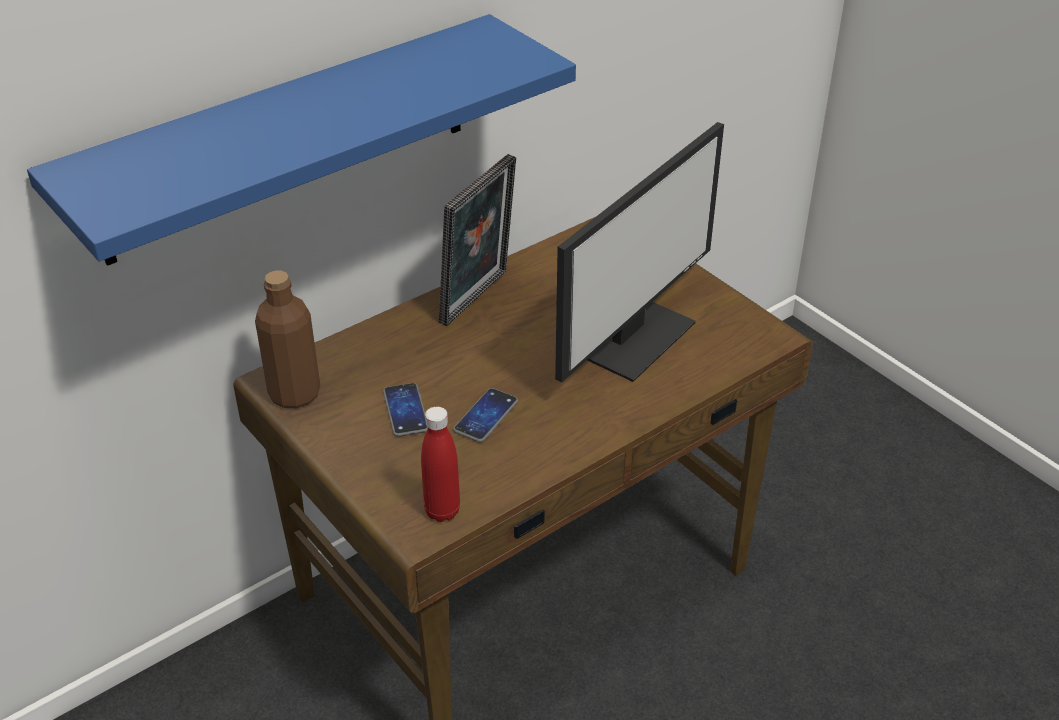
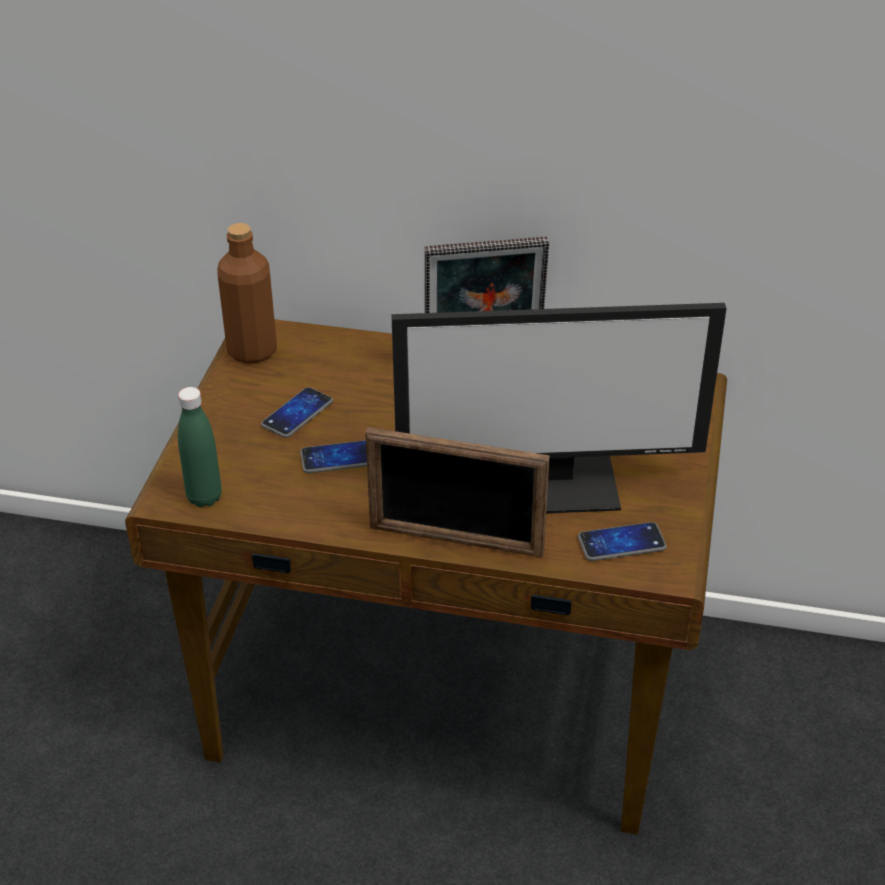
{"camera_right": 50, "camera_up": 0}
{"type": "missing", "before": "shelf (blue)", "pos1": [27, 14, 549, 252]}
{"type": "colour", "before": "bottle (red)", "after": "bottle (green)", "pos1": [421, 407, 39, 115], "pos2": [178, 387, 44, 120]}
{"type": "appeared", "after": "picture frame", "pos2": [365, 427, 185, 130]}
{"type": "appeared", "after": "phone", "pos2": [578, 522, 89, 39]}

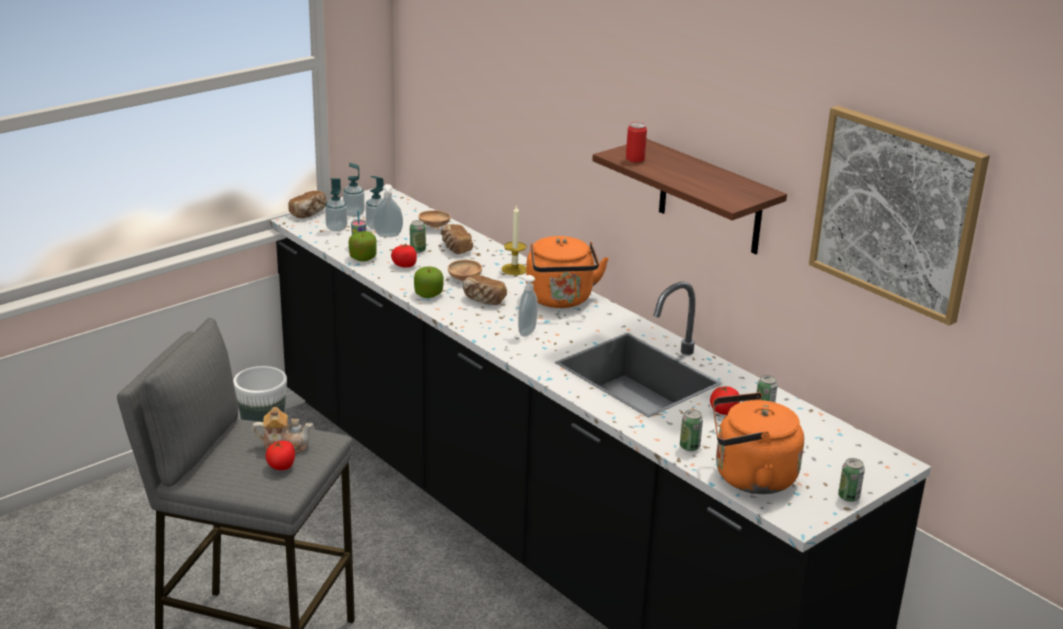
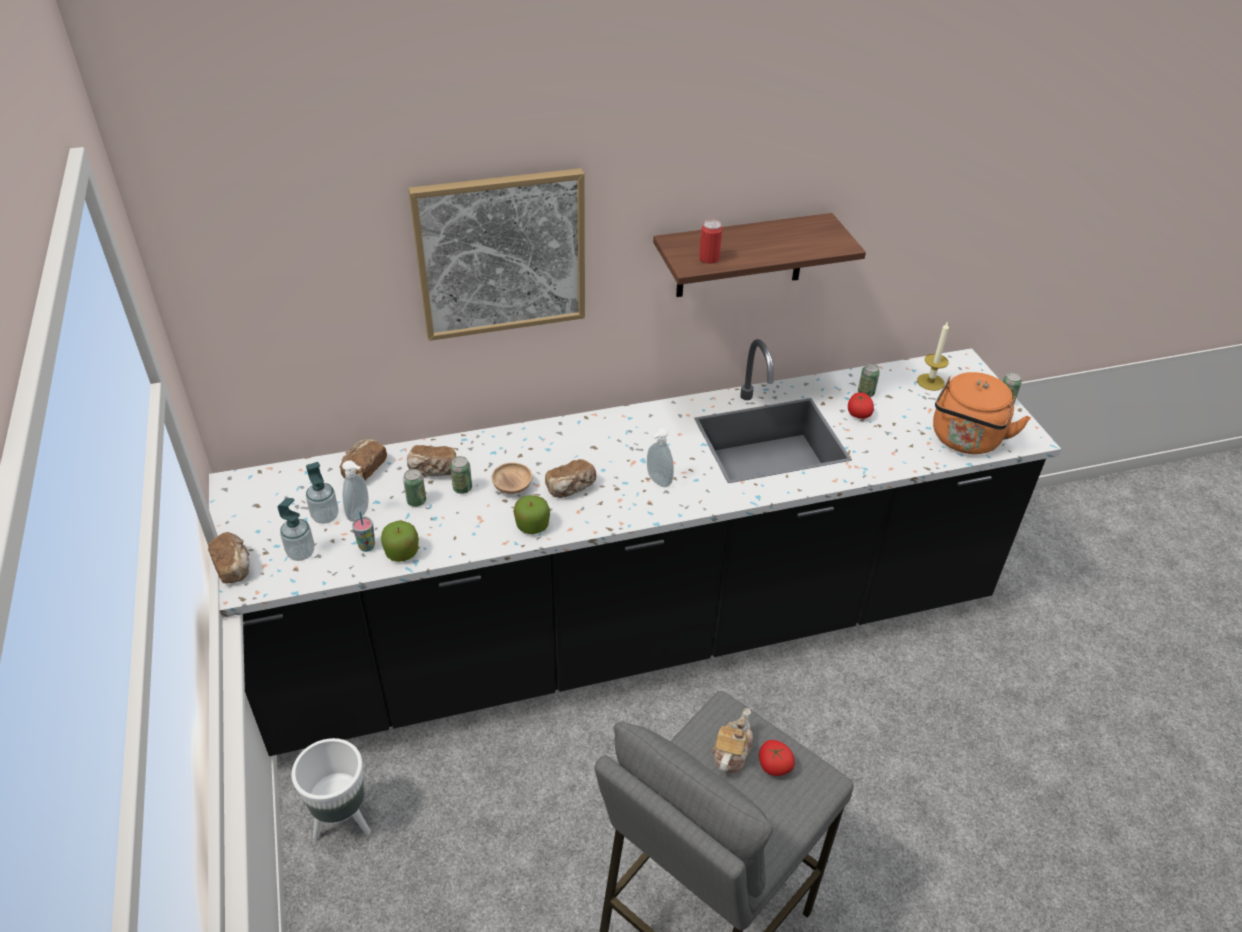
{"camera_right": -65, "camera_up": 15}
{"type": "missing", "before": "soap dispenser", "pos1": [343, 163, 22, 54]}
{"type": "missing", "before": "tomato", "pos1": [391, 244, 26, 24]}
{"type": "exchanged", "before": "bowl (brown)", "after": "bread", "pos1": [418, 210, 33, 18], "pos2": [340, 439, 47, 41]}
{"type": "relocated", "before": "candle", "pos1": [502, 204, 25, 71], "pos2": [917, 321, 32, 70]}
{"type": "missing", "before": "kettle (orange)", "pos1": [526, 236, 83, 72]}
{"type": "relocated", "before": "can", "pos1": [680, 410, 23, 41], "pos2": [450, 456, 22, 38]}
{"type": "relocated", "before": "picture", "pos1": [809, 106, 181, 220], "pos2": [408, 168, 177, 173]}

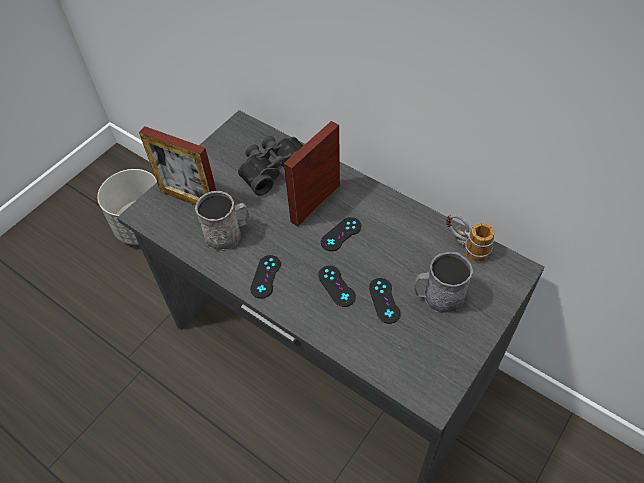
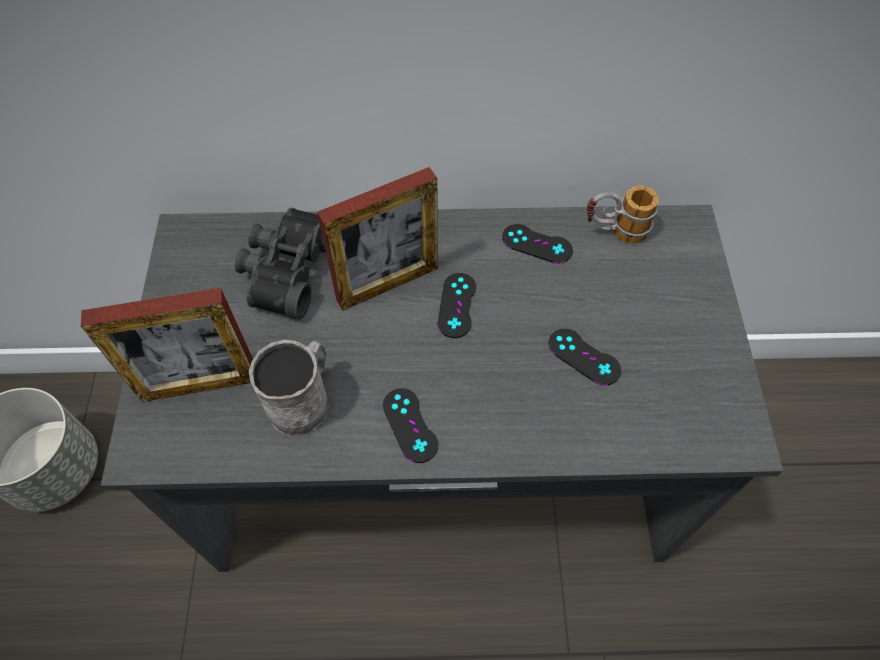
{"camera_right": -40, "camera_up": 5}
{"type": "spun", "before": "picture frame", "pos1": [284, 121, 56, 106], "pos2": [317, 167, 121, 144], "turn": -120}
{"type": "relocated", "before": "game controller (black)", "pos1": [318, 265, 38, 42], "pos2": [502, 224, 71, 39]}
{"type": "missing", "before": "mug (grey)", "pos1": [414, 252, 59, 61]}

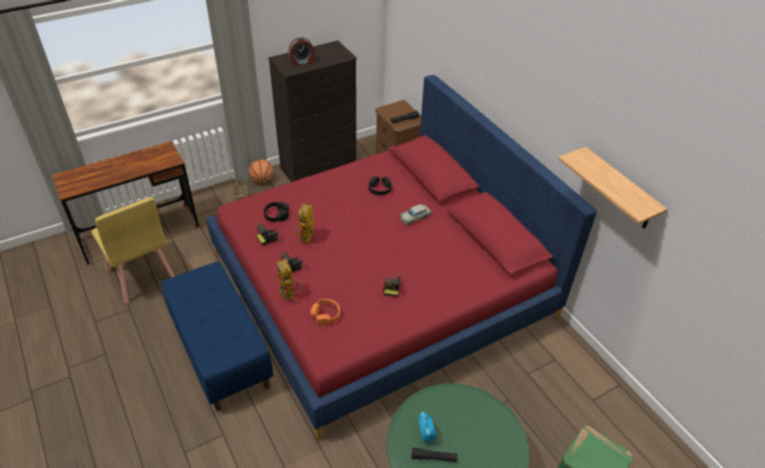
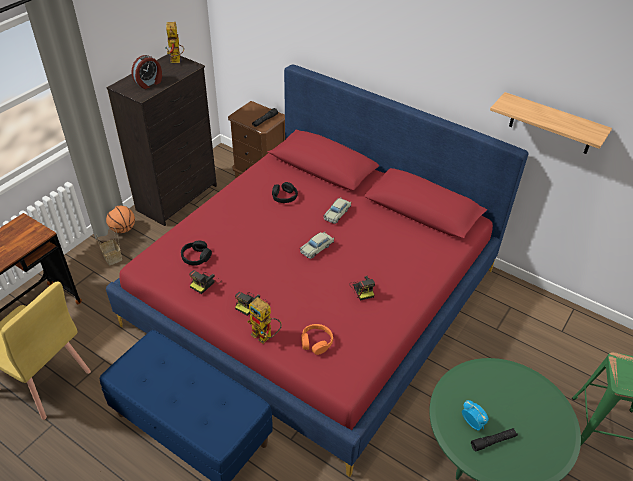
{"camera_right": -25, "camera_up": 0}
{"type": "relocated", "before": "toy robot", "pos1": [295, 203, 19, 39], "pos2": [165, 22, 19, 41]}
{"type": "appeared", "after": "toy car (beige)", "pos2": [300, 232, 34, 27]}

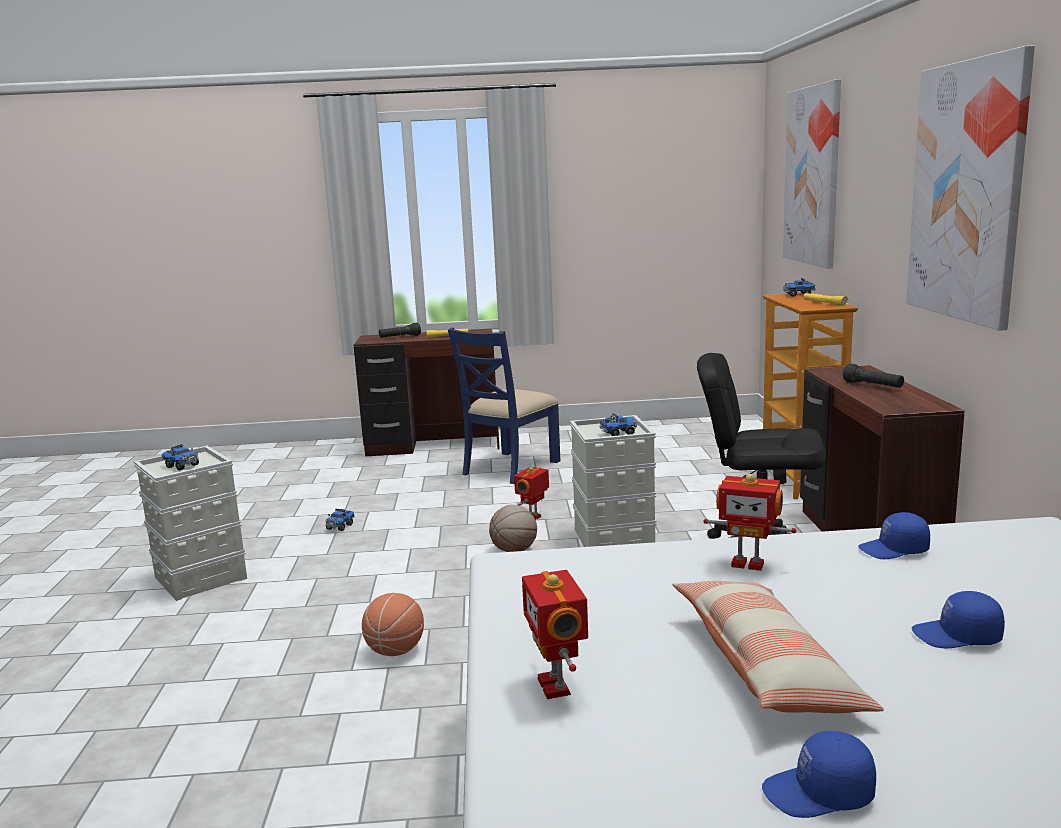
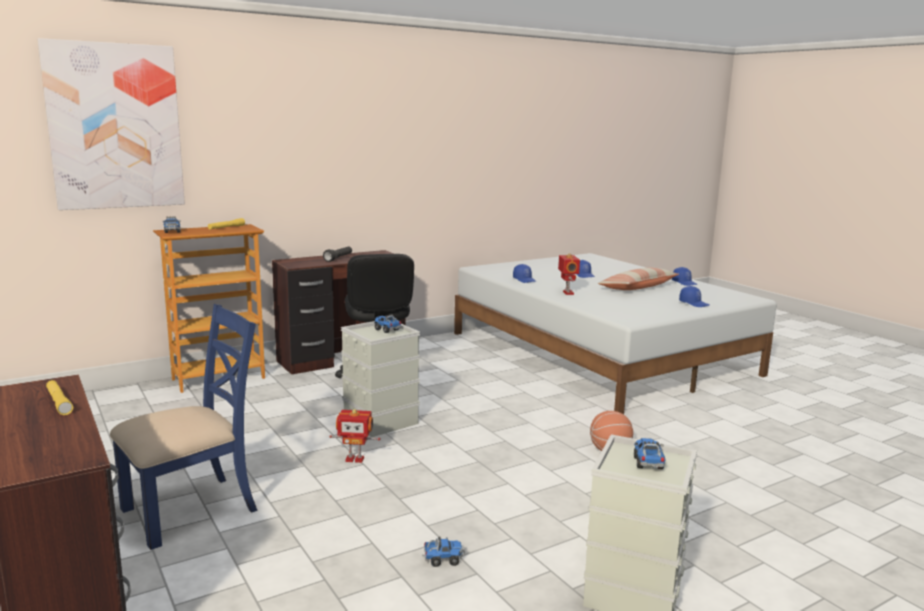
{"camera_right": -120, "camera_up": 0}
{"type": "missing", "before": "flashlight (black)", "pos1": [379, 323, 42, 15]}
{"type": "spun", "before": "chair (blue)", "pos1": [448, 328, 112, 156], "pos2": [110, 304, 148, 246], "turn": -45}
{"type": "missing", "before": "basketball", "pos1": [489, 505, 48, 47]}
{"type": "exchanged", "before": "toy robot", "after": "cap (blue)", "pos1": [522, 570, 66, 129], "pos2": [679, 286, 30, 21]}
{"type": "missing", "before": "picture", "pos1": [906, 45, 129, 286]}

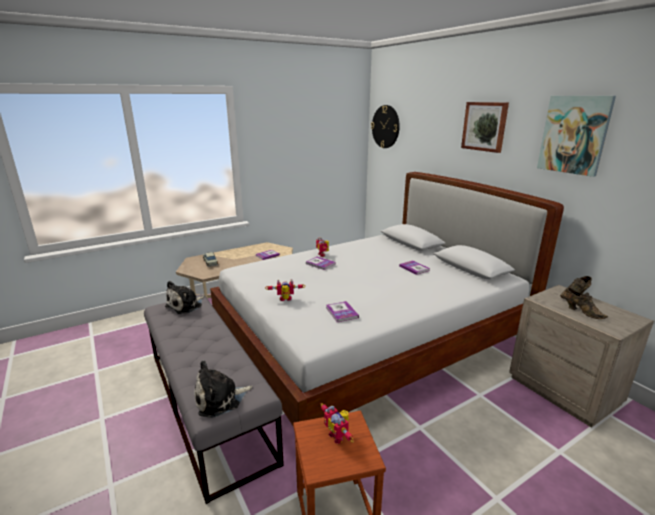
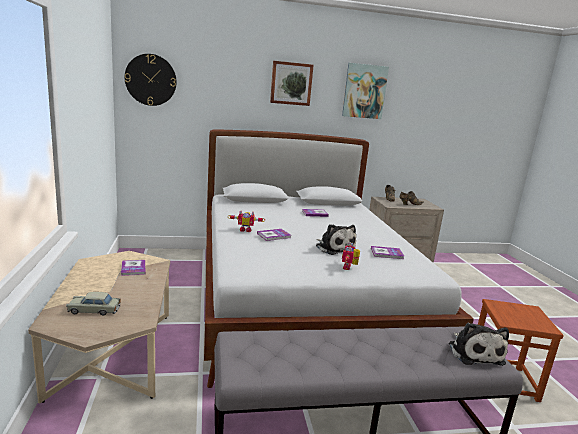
{"camera_right": -70, "camera_up": -5}
{"type": "relocated", "before": "plush toy", "pos1": [165, 281, 40, 33], "pos2": [316, 224, 40, 31]}
{"type": "missing", "before": "toy robot", "pos1": [320, 403, 34, 41]}

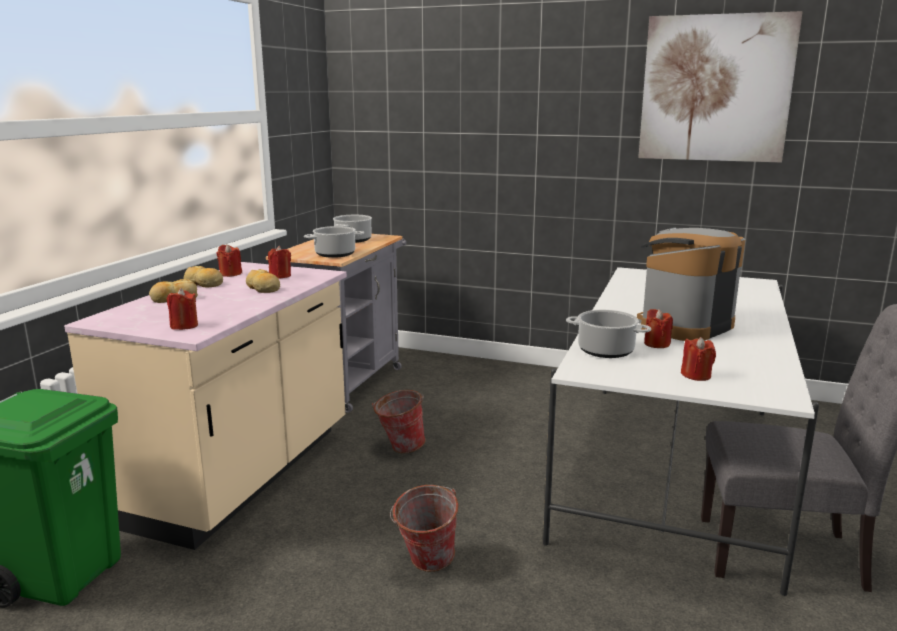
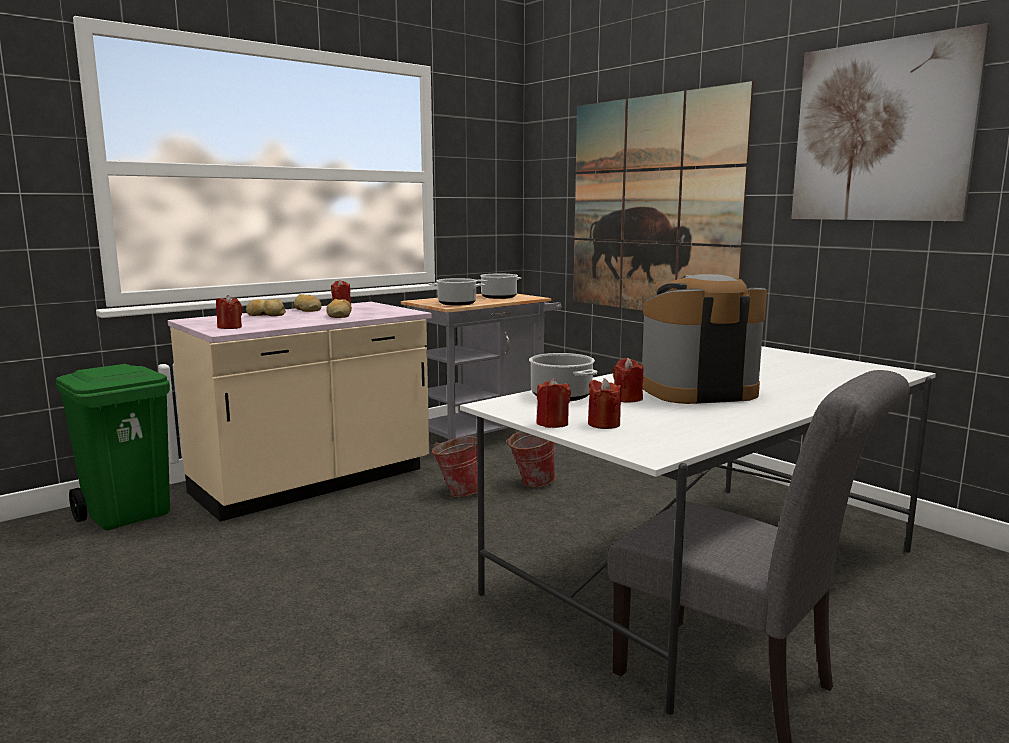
{"camera_right": 30, "camera_up": -5}
{"type": "relocated", "before": "candle (red)", "pos1": [268, 246, 23, 33], "pos2": [536, 378, 35, 50]}
{"type": "relocated", "before": "bucket", "pos1": [390, 485, 69, 87], "pos2": [506, 431, 50, 57]}
{"type": "appeared", "after": "picture", "pos2": [573, 81, 181, 230]}

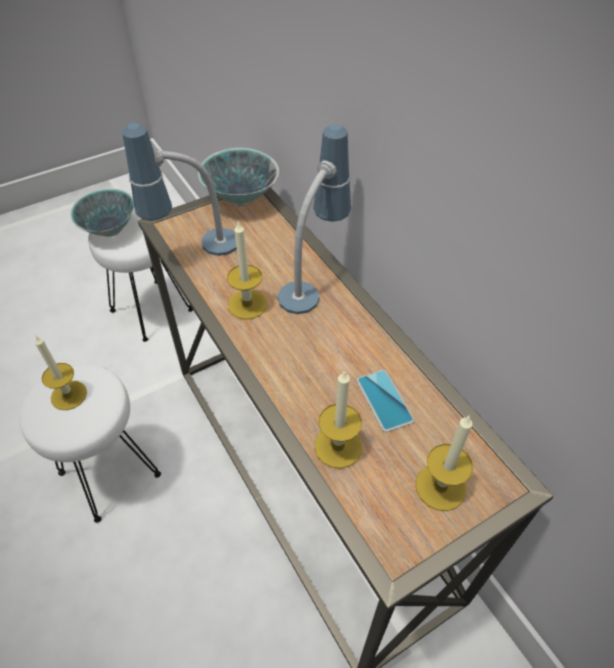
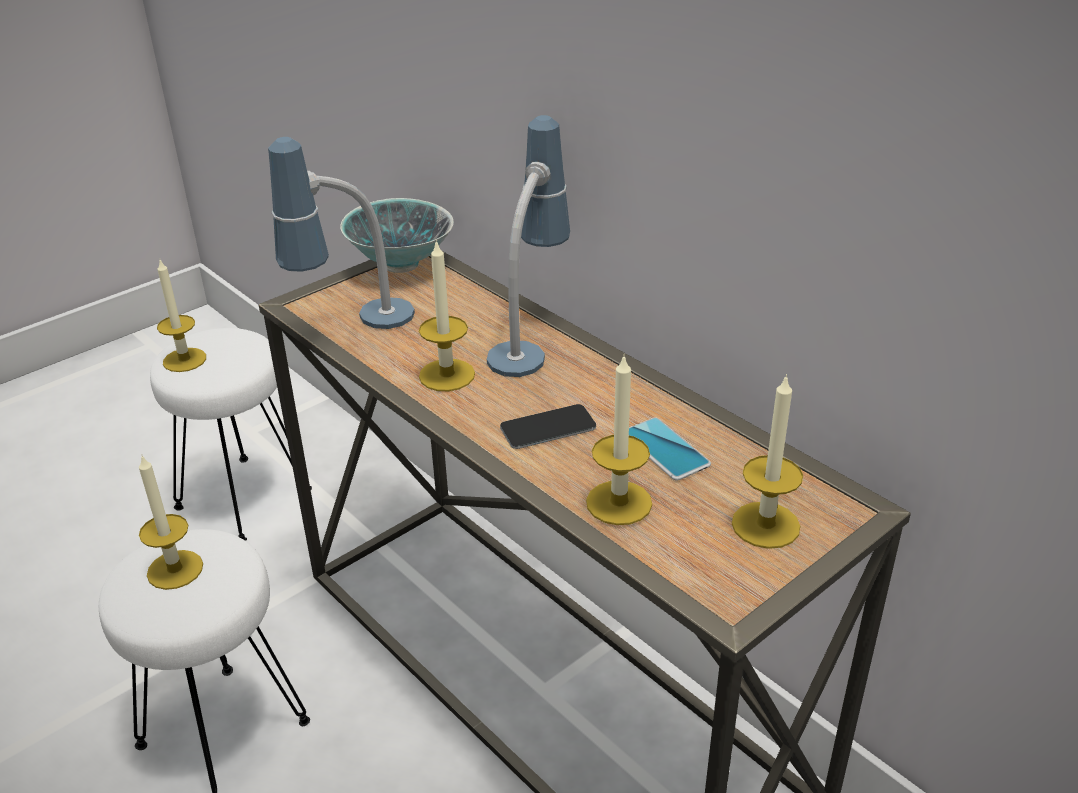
{"camera_right": -10, "camera_up": -15}
{"type": "exchanged", "before": "bowl", "after": "candle", "pos1": [70, 188, 65, 49], "pos2": [157, 260, 49, 112]}
{"type": "appeared", "after": "phone", "pos2": [500, 404, 96, 45]}

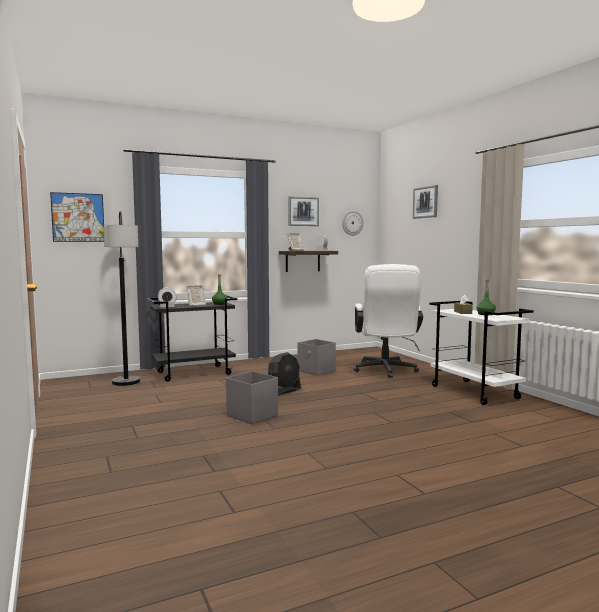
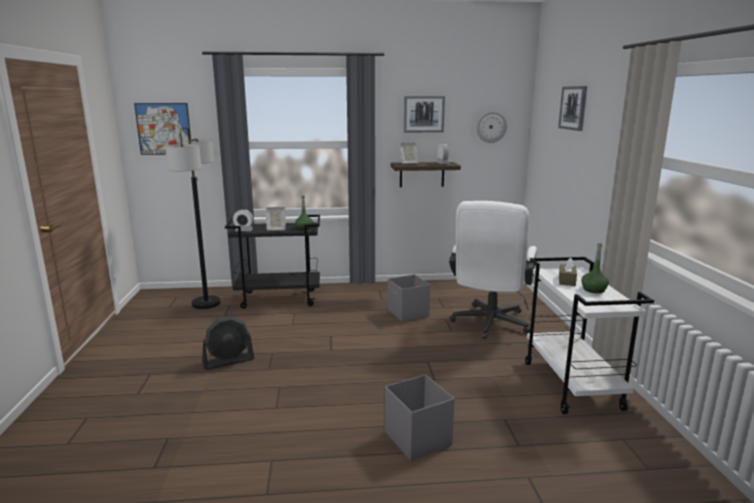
{"camera_right": 20, "camera_up": 10}
{"type": "relocated", "before": "storage box (grey)", "pos1": [226, 371, 52, 54], "pos2": [385, 375, 70, 86]}
{"type": "relocated", "before": "fan (black)", "pos1": [268, 352, 33, 44], "pos2": [202, 316, 52, 54]}

